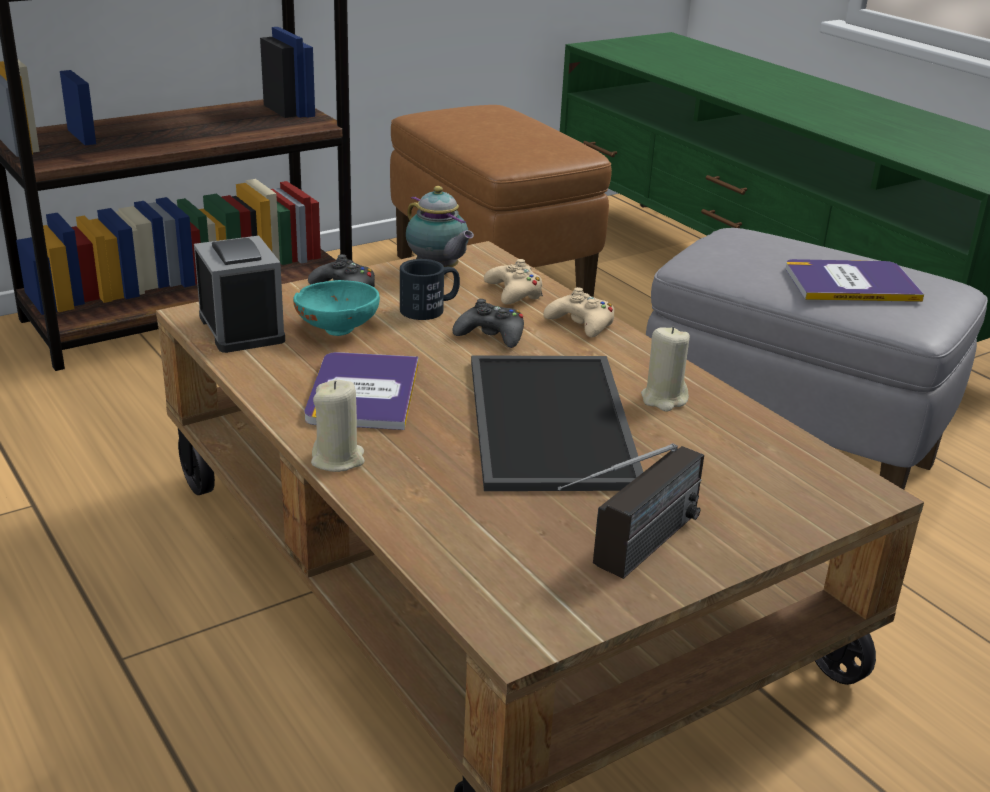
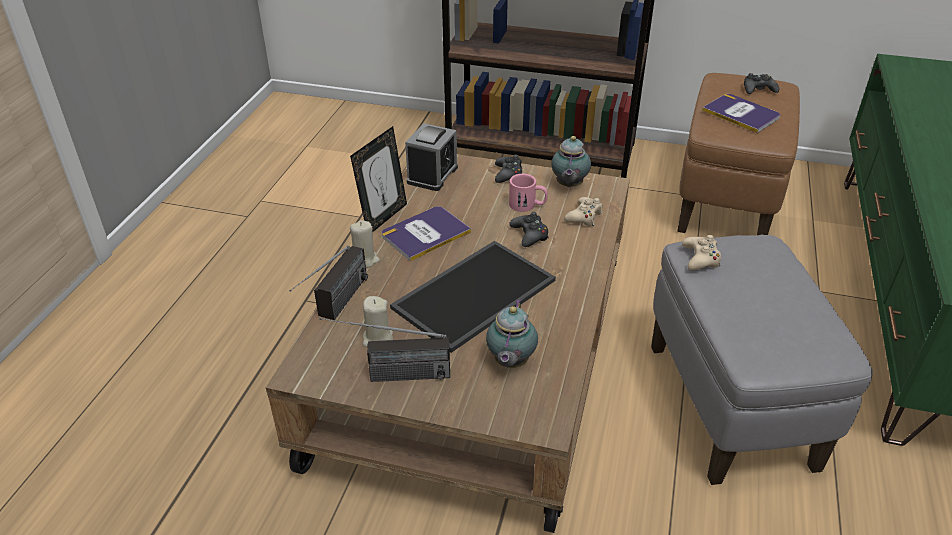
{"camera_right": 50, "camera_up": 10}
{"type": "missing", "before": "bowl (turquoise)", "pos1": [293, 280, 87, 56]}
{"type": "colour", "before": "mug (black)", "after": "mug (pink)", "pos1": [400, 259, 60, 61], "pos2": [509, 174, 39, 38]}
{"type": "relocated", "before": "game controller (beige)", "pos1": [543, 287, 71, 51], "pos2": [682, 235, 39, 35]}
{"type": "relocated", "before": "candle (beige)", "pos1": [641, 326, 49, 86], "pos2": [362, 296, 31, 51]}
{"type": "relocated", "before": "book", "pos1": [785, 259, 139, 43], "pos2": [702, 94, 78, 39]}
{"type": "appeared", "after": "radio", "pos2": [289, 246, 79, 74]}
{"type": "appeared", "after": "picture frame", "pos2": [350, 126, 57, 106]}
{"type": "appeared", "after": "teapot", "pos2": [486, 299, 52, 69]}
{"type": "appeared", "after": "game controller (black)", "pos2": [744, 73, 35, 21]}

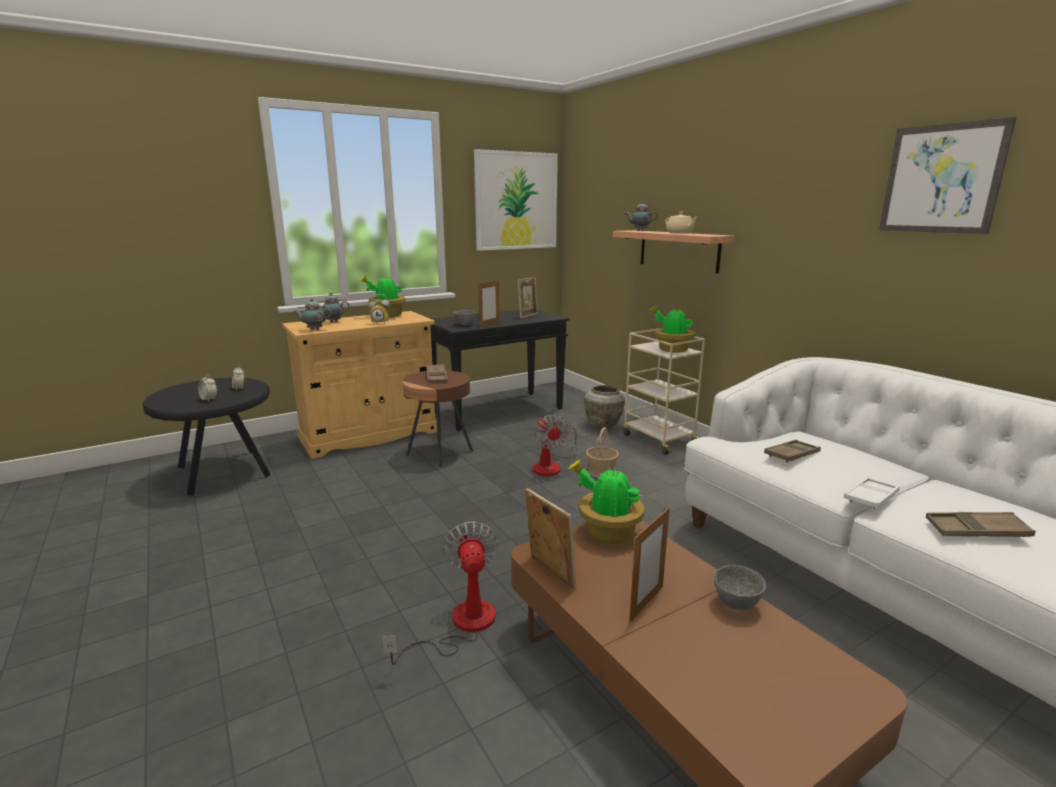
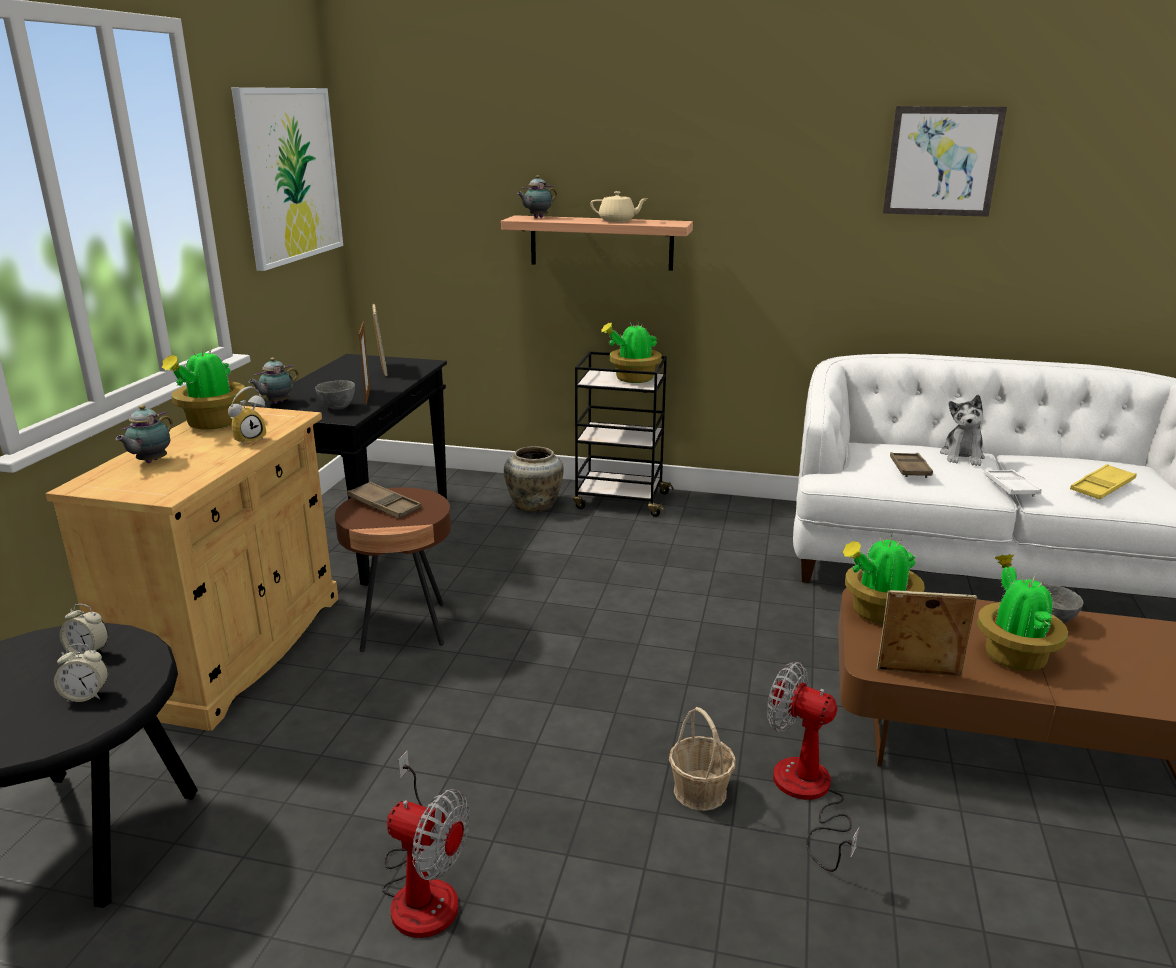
{"camera_right": -45, "camera_up": 5}
{"type": "relocated", "before": "teapot", "pos1": [293, 299, 39, 31], "pos2": [248, 358, 51, 46]}
{"type": "relocated", "before": "fan", "pos1": [533, 414, 44, 62], "pos2": [382, 750, 88, 188]}
{"type": "relocated", "before": "basket", "pos1": [586, 427, 33, 51], "pos2": [669, 707, 67, 104]}
{"type": "colour", "before": "cart (beige)", "after": "cart (black)", "pos1": [622, 328, 83, 127], "pos2": [573, 351, 101, 166]}
{"type": "exchanged", "before": "picture frame", "after": "potted plant", "pos1": [629, 507, 41, 116], "pos2": [977, 554, 91, 117]}
{"type": "colour", "before": "tray (brown)", "after": "tray (yellow)", "pos1": [926, 512, 110, 25], "pos2": [1070, 464, 67, 36]}
{"type": "appeared", "after": "plush toy", "pos2": [940, 395, 45, 71]}

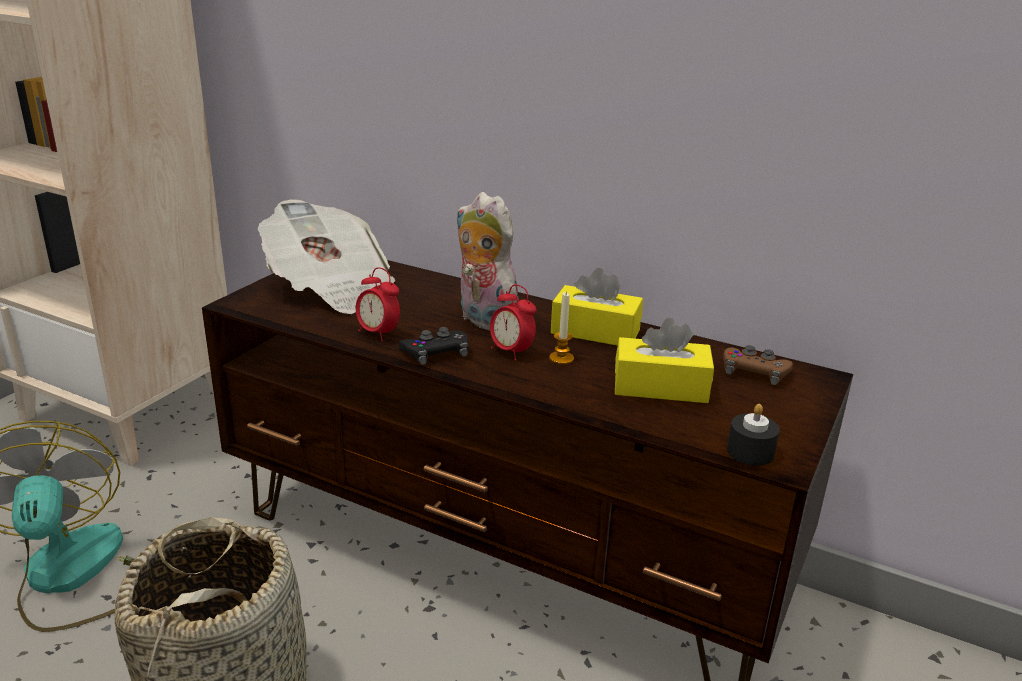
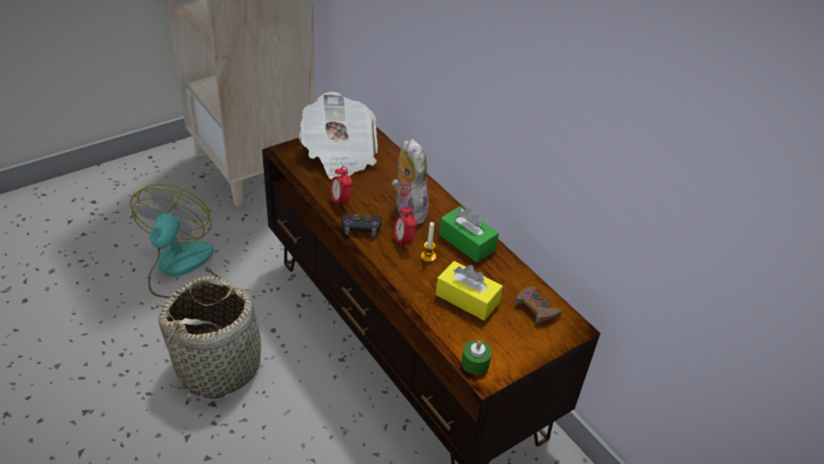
{"camera_right": 25, "camera_up": 15}
{"type": "colour", "before": "tissue box (yellow)", "after": "tissue box (green)", "pos1": [551, 268, 92, 78], "pos2": [439, 206, 60, 56]}
{"type": "colour", "before": "candle (black)", "after": "candle (green)", "pos1": [727, 404, 53, 62], "pos2": [462, 340, 30, 34]}

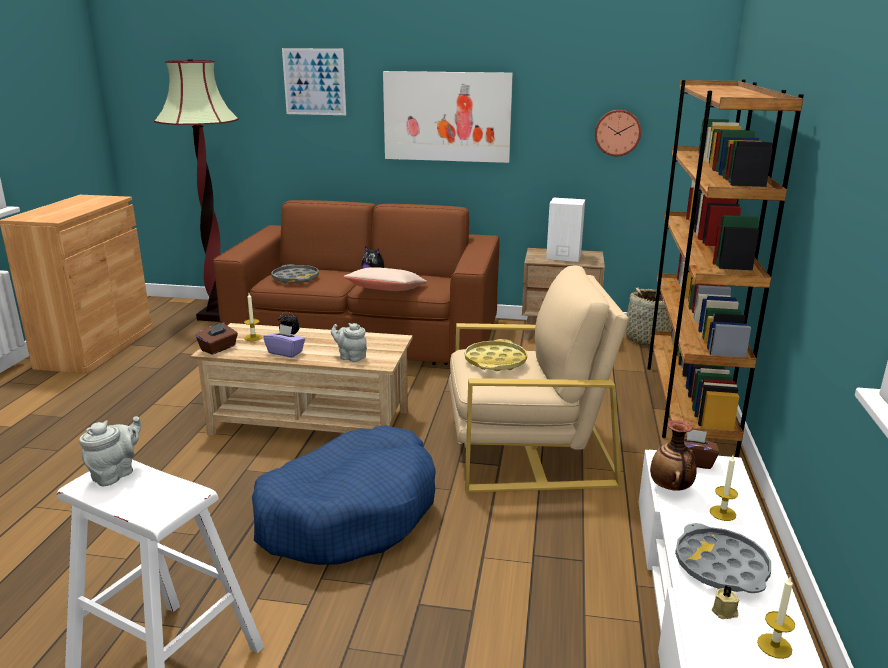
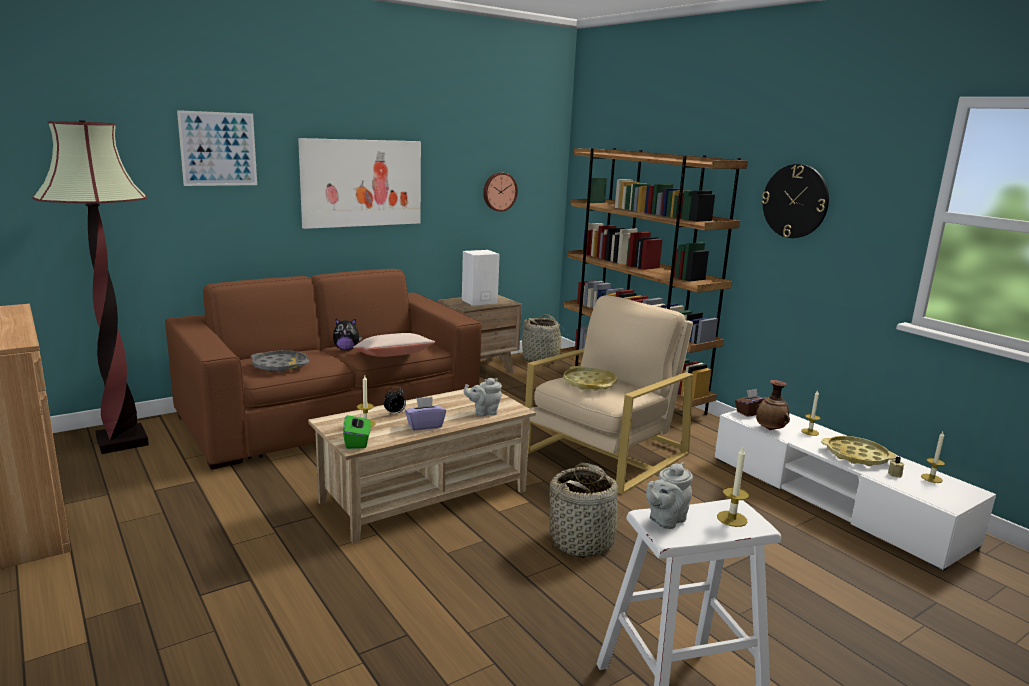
{"camera_right": -45, "camera_up": -5}
{"type": "spun", "before": "teapot (grey)", "pos1": [79, 416, 62, 70], "pos2": [646, 462, 47, 67], "turn": -120}
{"type": "colour", "before": "tissue box (brown)", "after": "tissue box (green)", "pos1": [196, 322, 42, 33], "pos2": [343, 414, 28, 35]}
{"type": "exchanged", "before": "dog bed (blue)", "after": "basket", "pos1": [252, 425, 184, 140], "pos2": [546, 463, 80, 95]}
{"type": "colour", "before": "tray (grey)", "after": "tray (yellow)", "pos1": [675, 523, 96, 70], "pos2": [821, 436, 76, 30]}
{"type": "appeared", "after": "candle", "pos2": [717, 448, 32, 79]}
{"type": "appeared", "after": "wall clock", "pos2": [762, 164, 67, 74]}

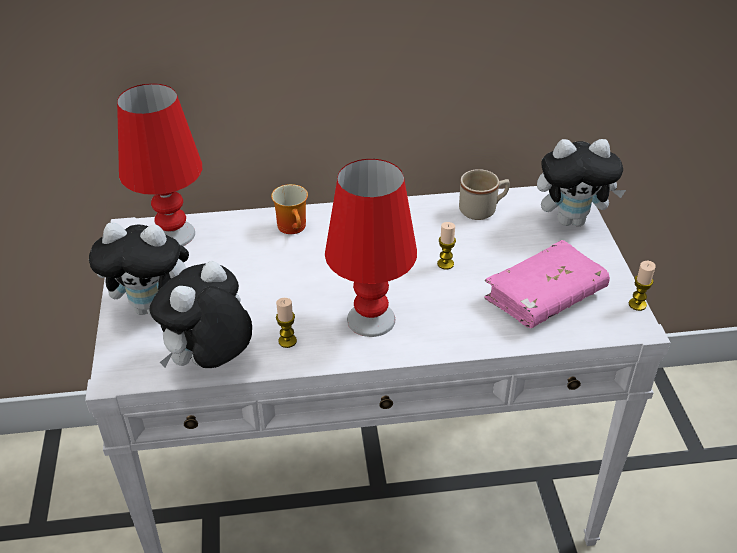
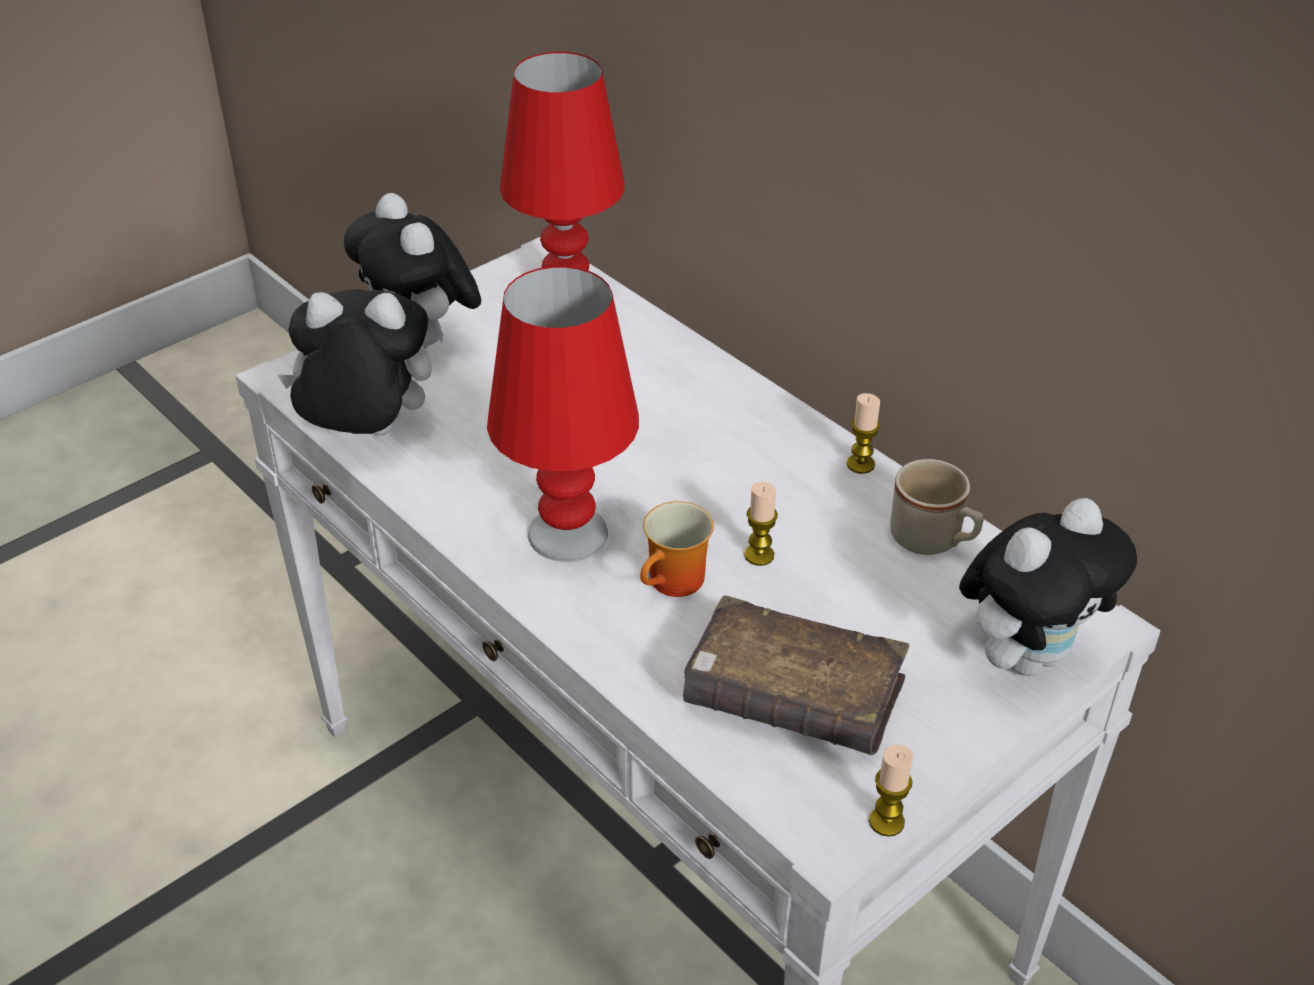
{"camera_right": 55, "camera_up": 0}
{"type": "relocated", "before": "mug", "pos1": [271, 184, 37, 50], "pos2": [640, 501, 74, 96]}
{"type": "relocated", "before": "candle", "pos1": [276, 298, 21, 50], "pos2": [847, 393, 33, 81]}
{"type": "colour", "before": "book (pink)", "after": "book (brown)", "pos1": [484, 240, 126, 88], "pos2": [683, 595, 227, 160]}
{"type": "spun", "before": "plush toy", "pos1": [537, 139, 89, 87], "pos2": [959, 498, 178, 178], "turn": -90}

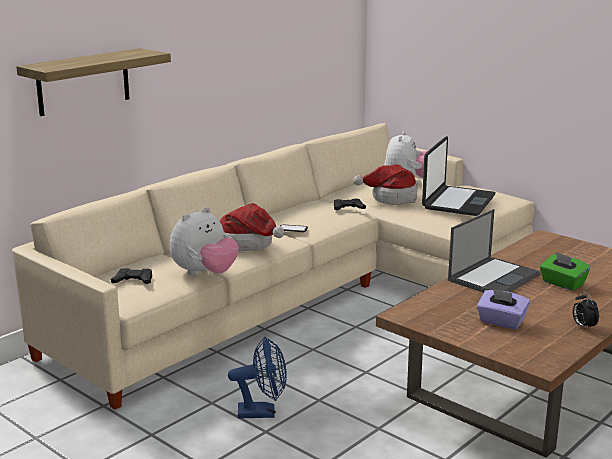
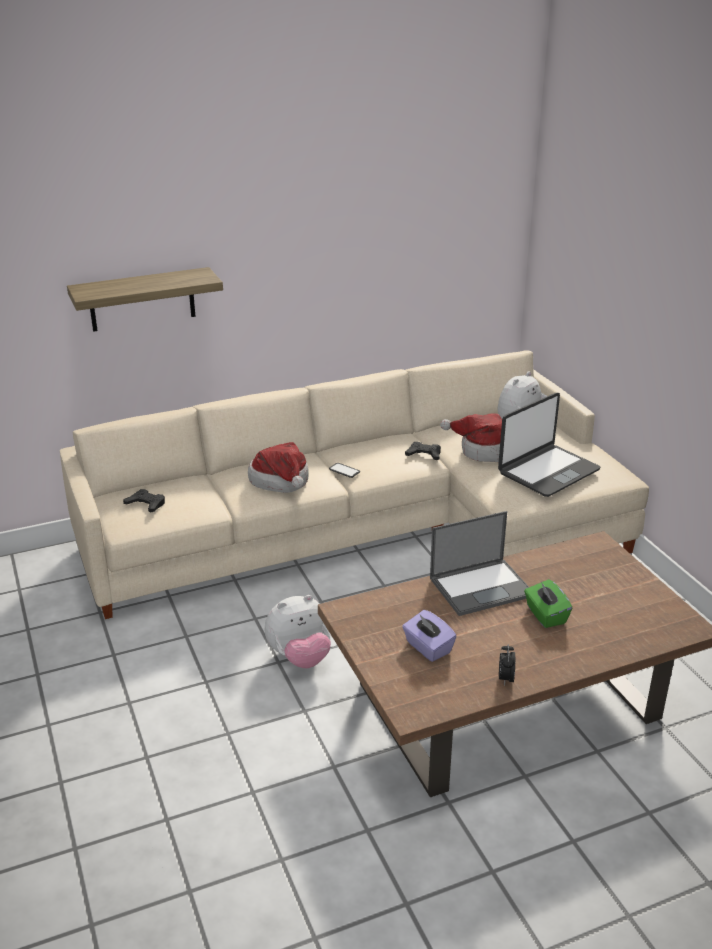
{"camera_right": 25, "camera_up": 10}
{"type": "relocated", "before": "plush toy", "pos1": [170, 207, 69, 69], "pos2": [265, 595, 66, 73]}
{"type": "missing", "before": "fan (blue)", "pos1": [228, 337, 59, 82]}

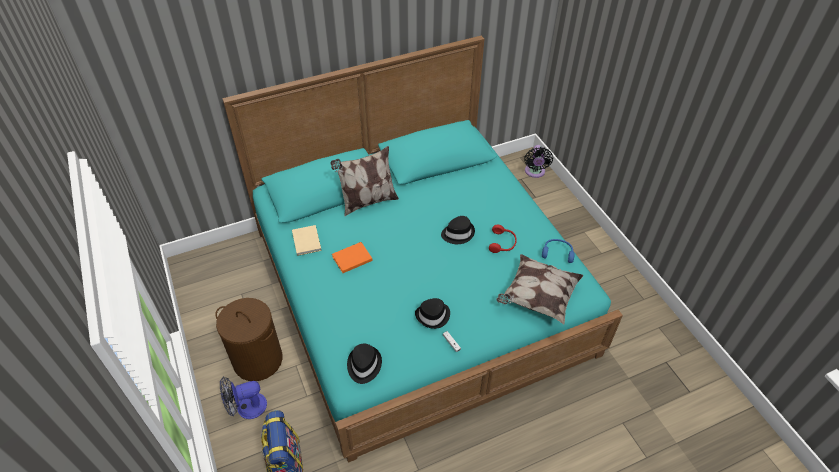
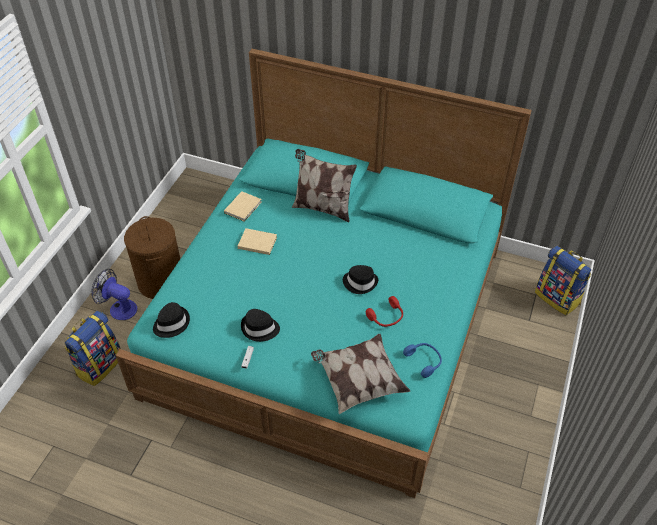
{"camera_right": 45, "camera_up": 0}
{"type": "colour", "before": "book (orange)", "after": "book (beige)", "pos1": [332, 242, 40, 31], "pos2": [237, 228, 40, 27]}
{"type": "exchanged", "before": "fan (black)", "after": "backpack", "pos1": [524, 145, 29, 33], "pos2": [535, 246, 56, 69]}

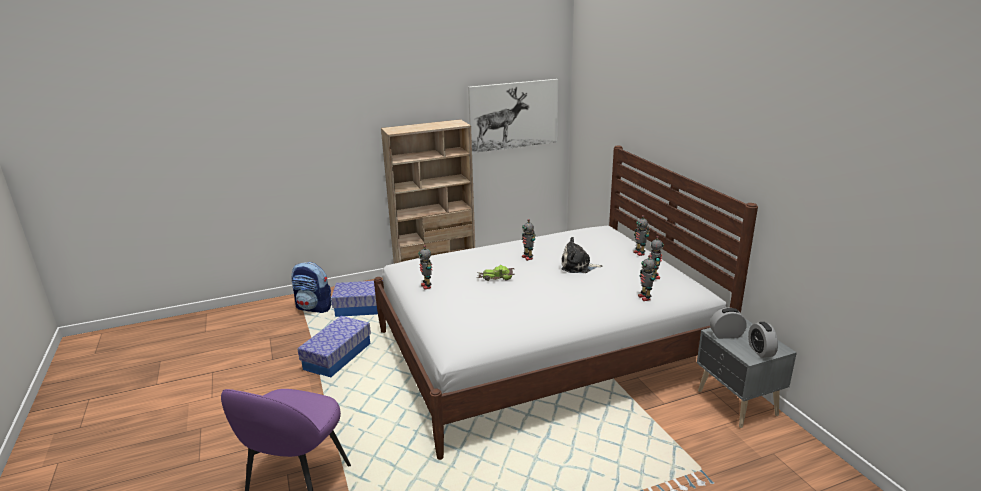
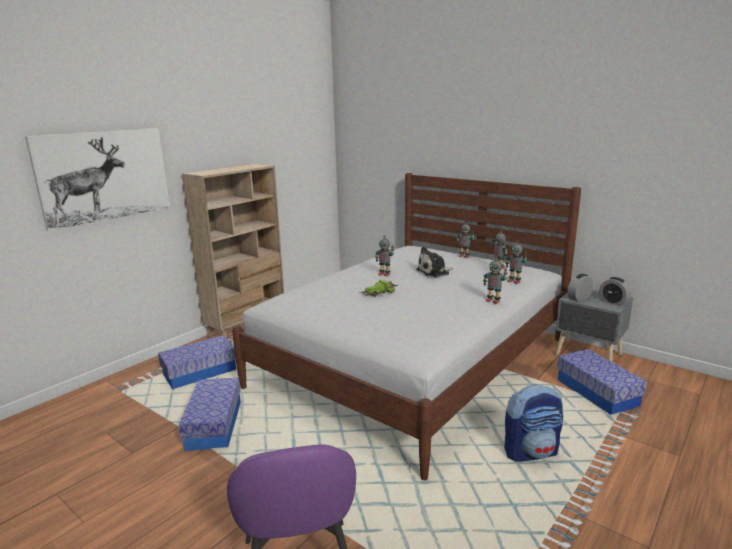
{"camera_right": -30, "camera_up": -5}
{"type": "relocated", "before": "backpack", "pos1": [291, 262, 40, 51], "pos2": [504, 384, 59, 78]}
{"type": "relocated", "before": "toy robot", "pos1": [418, 245, 14, 45], "pos2": [483, 257, 25, 47]}
{"type": "relocated", "before": "picture", "pos1": [468, 79, 90, 74], "pos2": [25, 128, 145, 103]}
{"type": "appeared", "after": "storage box", "pos2": [557, 349, 90, 66]}

